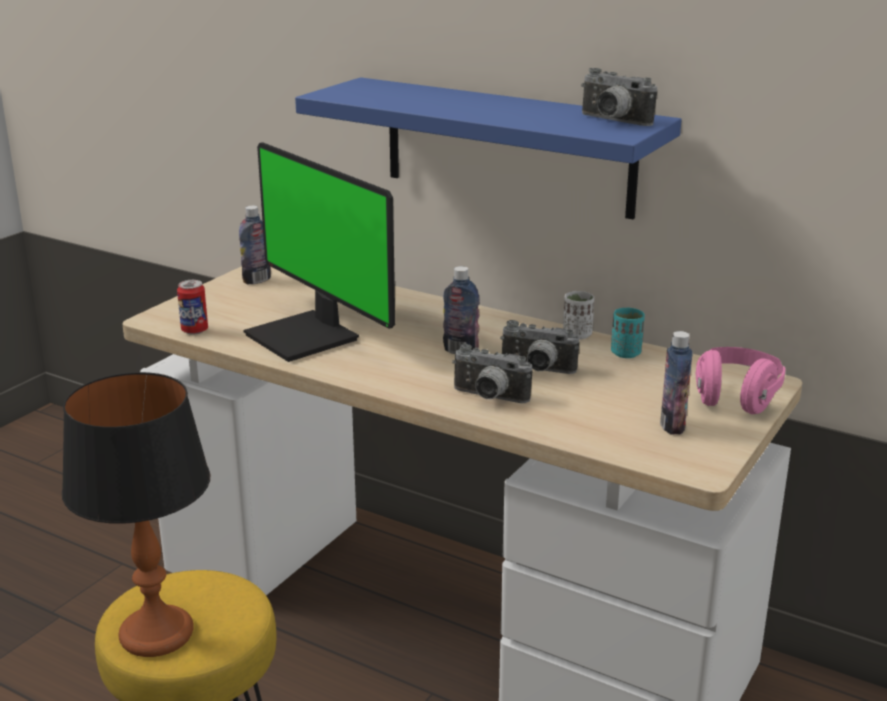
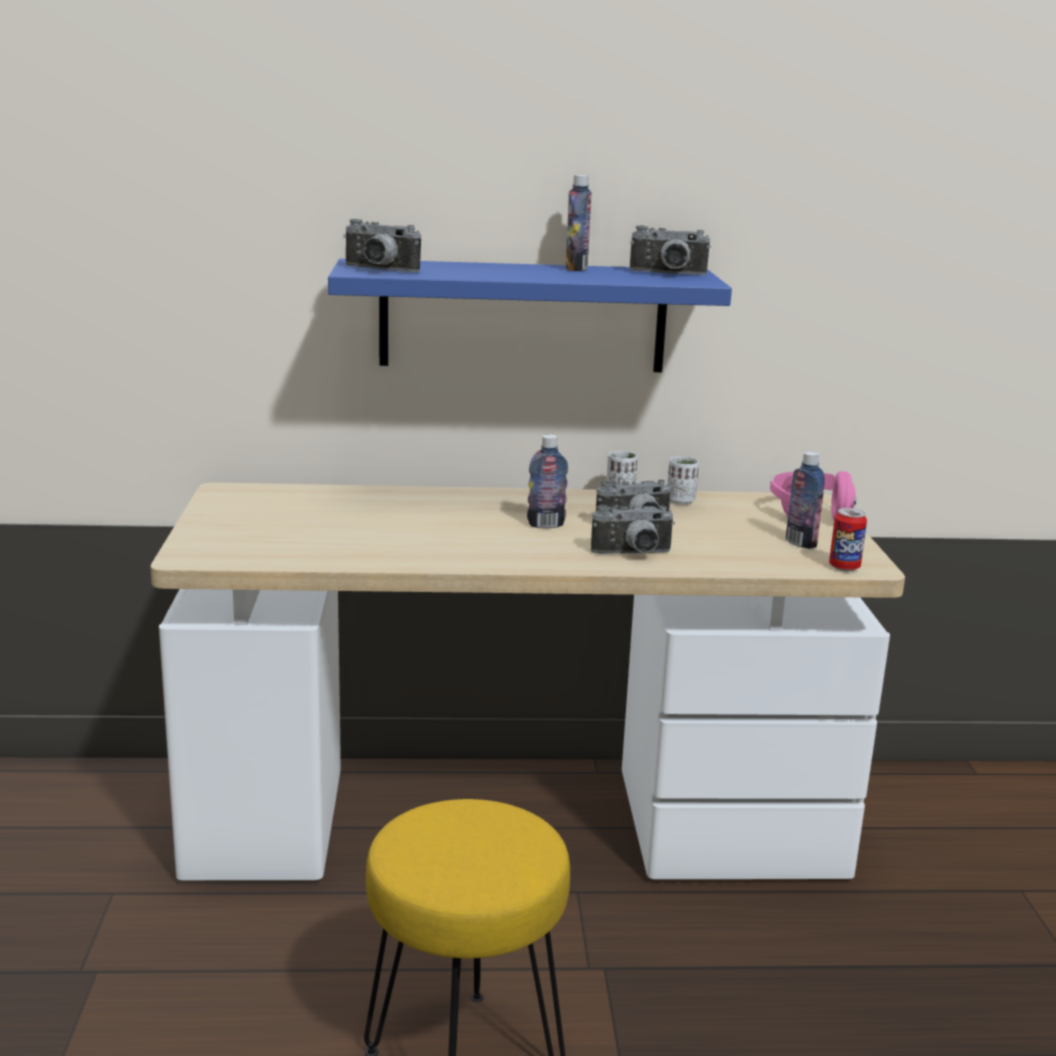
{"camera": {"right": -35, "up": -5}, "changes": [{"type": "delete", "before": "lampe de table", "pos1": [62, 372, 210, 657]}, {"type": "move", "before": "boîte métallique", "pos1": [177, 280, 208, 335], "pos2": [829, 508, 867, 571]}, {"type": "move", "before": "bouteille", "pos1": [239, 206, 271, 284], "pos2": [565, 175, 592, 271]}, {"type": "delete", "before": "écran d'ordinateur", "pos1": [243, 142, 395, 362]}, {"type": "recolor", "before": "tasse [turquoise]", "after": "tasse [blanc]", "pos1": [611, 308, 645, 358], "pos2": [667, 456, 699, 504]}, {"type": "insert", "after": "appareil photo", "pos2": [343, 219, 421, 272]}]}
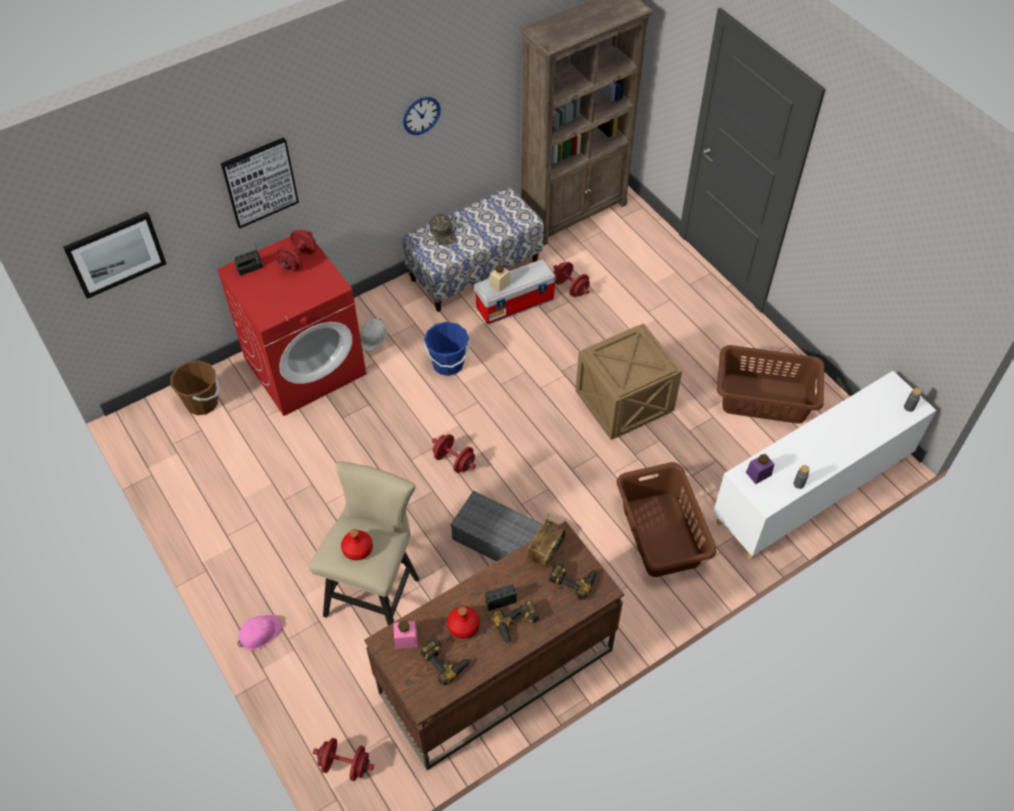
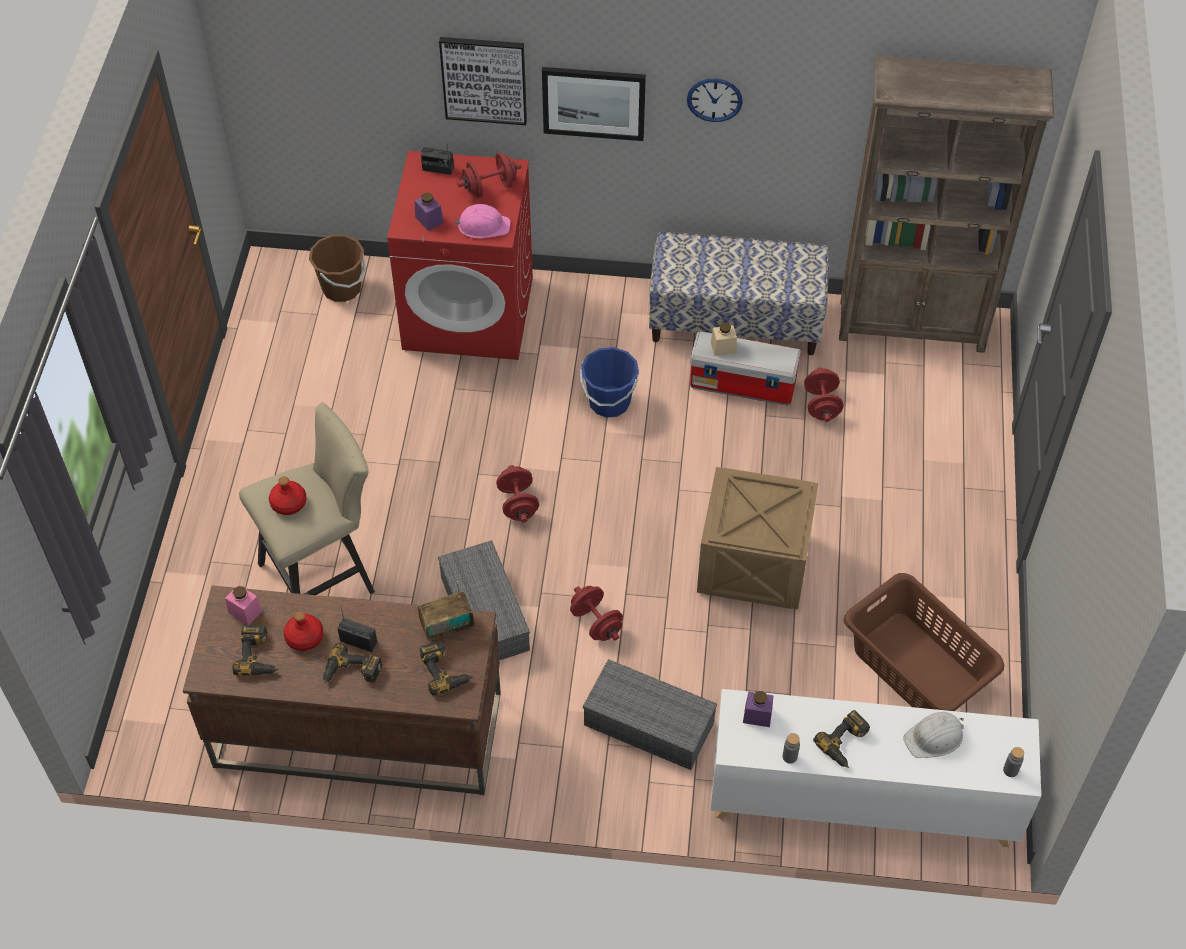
{"camera": {"right": 40, "up": 0}, "changes": [{"type": "move", "before": "tableau", "pos1": [63, 212, 166, 299], "pos2": [542, 67, 646, 141]}, {"type": "move", "before": "casque de chantier [rose]", "pos1": [238, 614, 282, 650], "pos2": [455, 204, 511, 238]}, {"type": "move", "before": "haltère [rouge]", "pos1": [313, 738, 374, 781], "pos2": [570, 586, 623, 641]}, {"type": "move", "before": "casque de chantier [blanc]", "pos1": [360, 319, 388, 351], "pos2": [903, 712, 964, 758]}, {"type": "delete", "before": "casquette [vert]", "pos1": [429, 214, 457, 245]}, {"type": "replace", "before": "panier à linge [marron]", "after": "boîte de rangement [gris]", "pos1": [616, 462, 716, 577], "pos2": [583, 659, 717, 770]}, {"type": "insert", "after": "bocal [violet]", "pos2": [415, 193, 443, 231]}, {"type": "insert", "after": "perceuse", "pos2": [813, 710, 870, 768]}]}
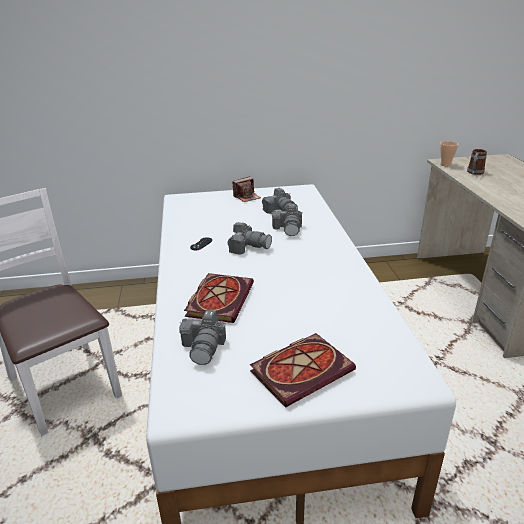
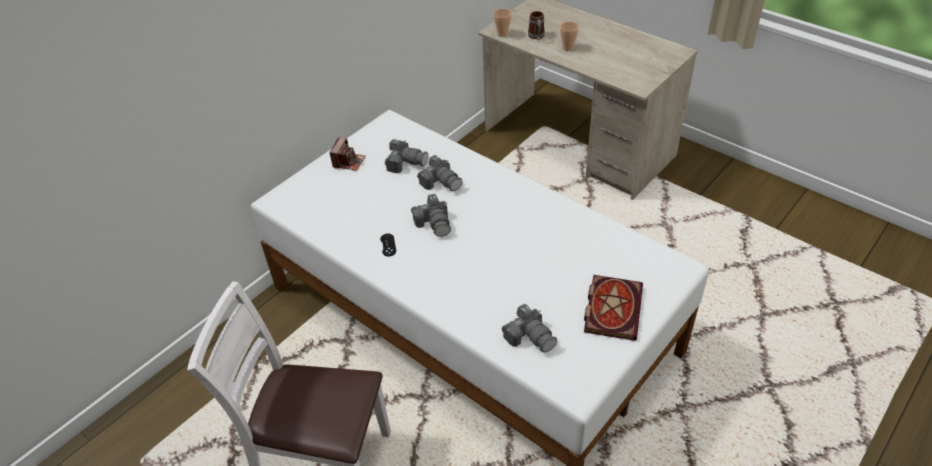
{"camera": {"right": -40, "up": 15}, "changes": [{"type": "delete", "before": "livre", "pos1": [184, 273, 254, 323]}, {"type": "rotate", "before": "appareil photo", "pos1": [228, 222, 272, 254], "pos2": [411, 194, 451, 237], "turn": 90}, {"type": "insert", "after": "tasse", "pos2": [560, 22, 579, 51]}]}
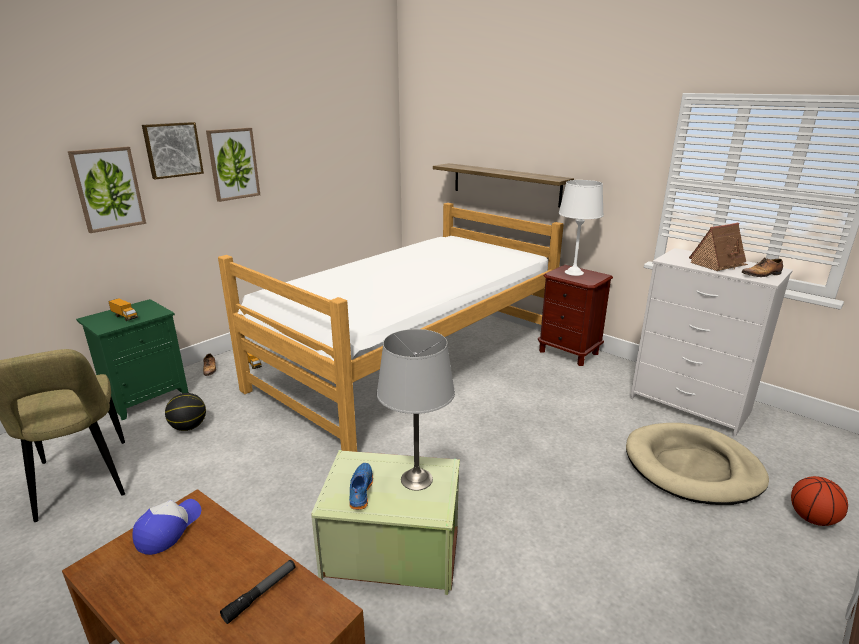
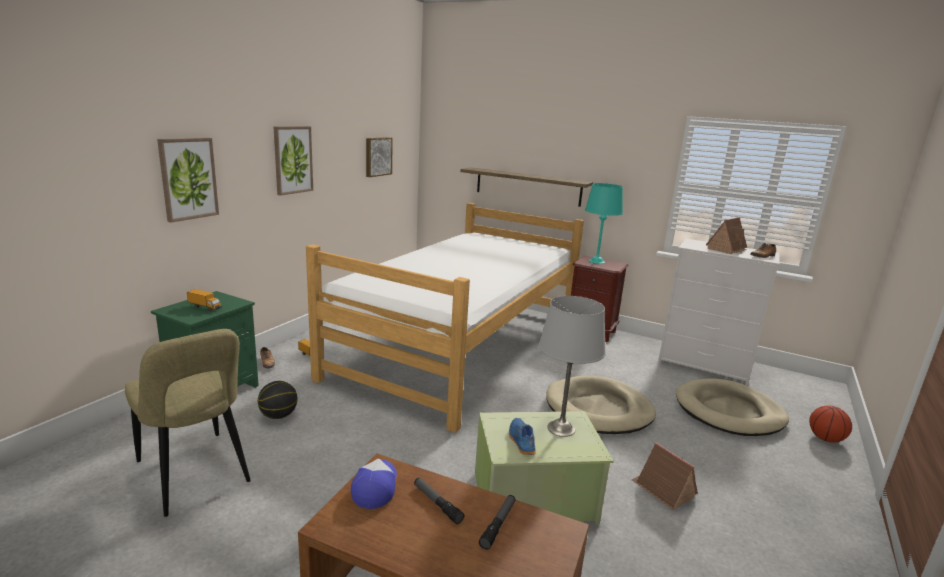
{"camera": {"right": -15, "up": -5}, "changes": [{"type": "move", "before": "tableau", "pos1": [142, 122, 204, 179], "pos2": [366, 137, 393, 177]}, {"type": "recolor", "before": "lampe de table [blanc]", "after": "lampe de table [turquoise]", "pos1": [558, 180, 604, 276], "pos2": [585, 183, 623, 264]}, {"type": "insert", "after": "lampe de poche", "pos2": [414, 478, 464, 524]}, {"type": "insert", "after": "panier pour chien [beige]", "pos2": [546, 376, 656, 434]}, {"type": "insert", "after": "maison miniature", "pos2": [632, 442, 698, 510]}]}
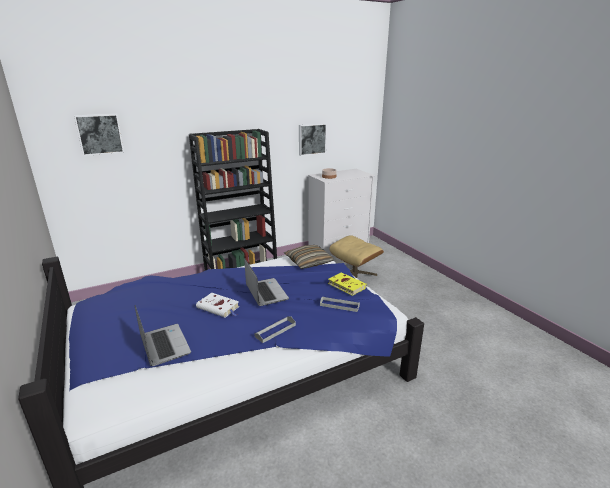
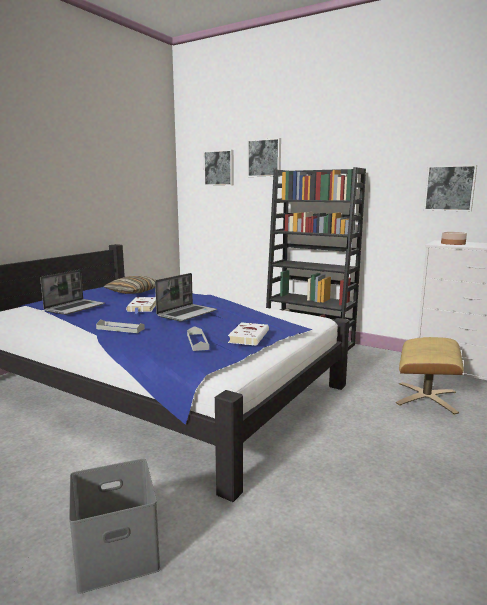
{"camera": {"right": 60, "up": -10}, "changes": [{"type": "move", "before": "coussin", "pos1": [284, 245, 334, 269], "pos2": [103, 276, 155, 294]}, {"type": "recolor", "before": "livre [jaune]", "after": "livre [blanc]", "pos1": [328, 272, 367, 296], "pos2": [228, 322, 269, 346]}, {"type": "insert", "after": "boîte de rangement [gris]", "pos2": [69, 459, 161, 594]}, {"type": "insert", "after": "tableau", "pos2": [247, 138, 281, 177]}]}
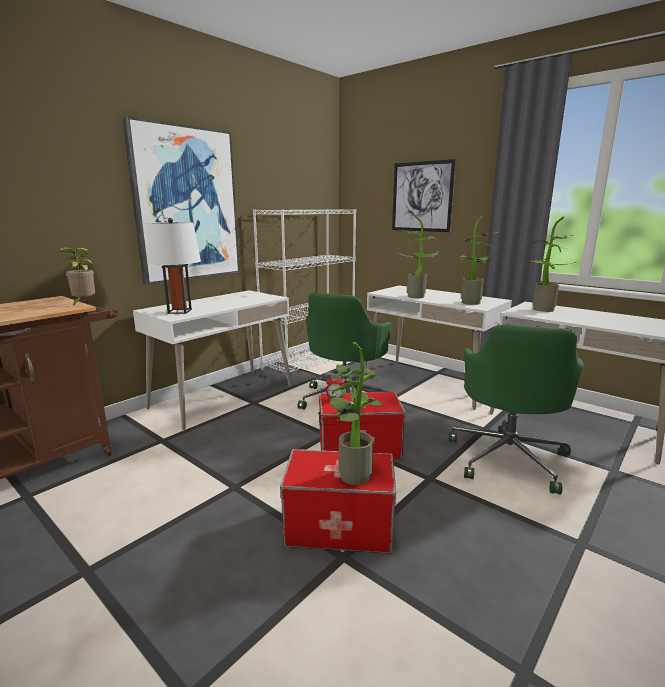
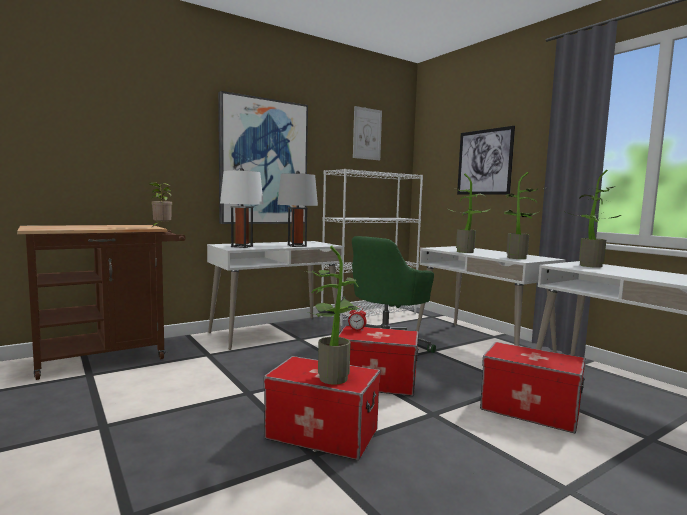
{"camera": {"right": 15, "up": -10}, "changes": [{"type": "replace", "before": "chaise de bureau [vert]", "after": "boîte de rangement", "pos1": [449, 324, 584, 495], "pos2": [480, 342, 586, 433]}, {"type": "insert", "after": "lampe de table [gris]", "pos2": [277, 171, 318, 247]}, {"type": "insert", "after": "tableau", "pos2": [353, 106, 382, 160]}]}
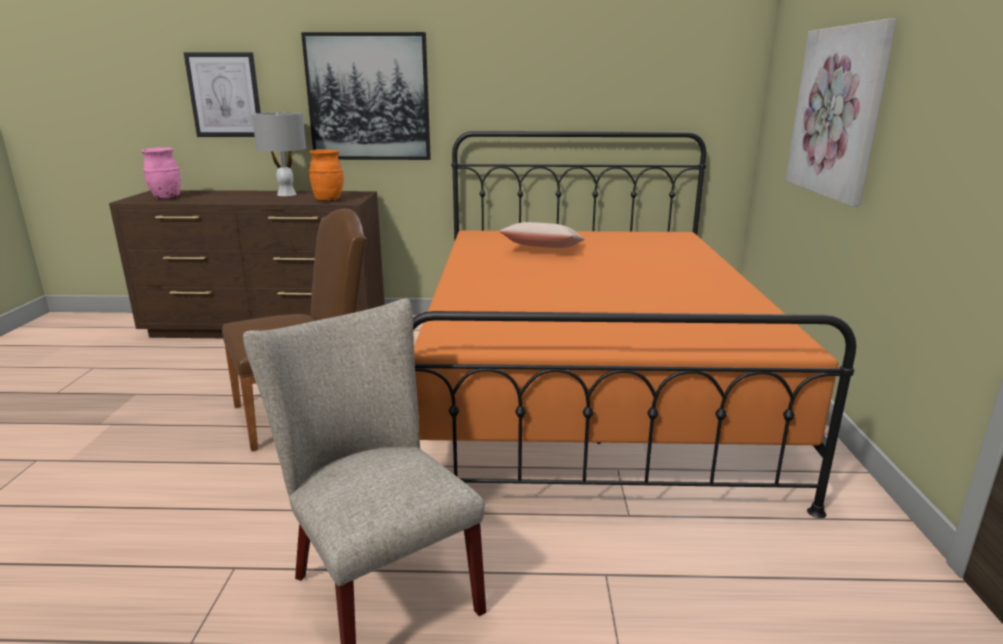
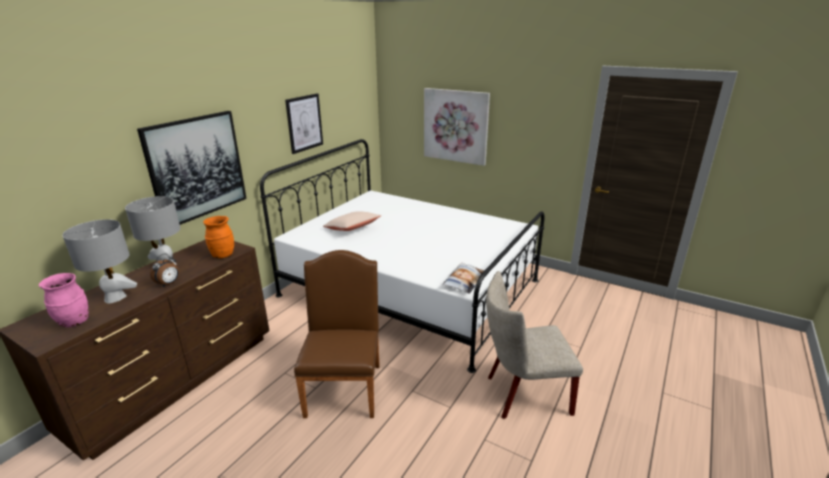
{"camera": {"right": -60, "up": 5}, "changes": [{"type": "move", "before": "tableau", "pos1": [184, 52, 261, 137], "pos2": [285, 94, 323, 154]}, {"type": "recolor", "before": "lit [orange]", "after": "lit [blanc]", "pos1": [413, 131, 856, 518], "pos2": [260, 139, 545, 373]}, {"type": "insert", "after": "lampe de table [gris]", "pos2": [62, 219, 137, 304]}, {"type": "insert", "after": "réveil", "pos2": [150, 254, 179, 287]}, {"type": "insert", "after": "coussin", "pos2": [443, 263, 484, 294]}]}
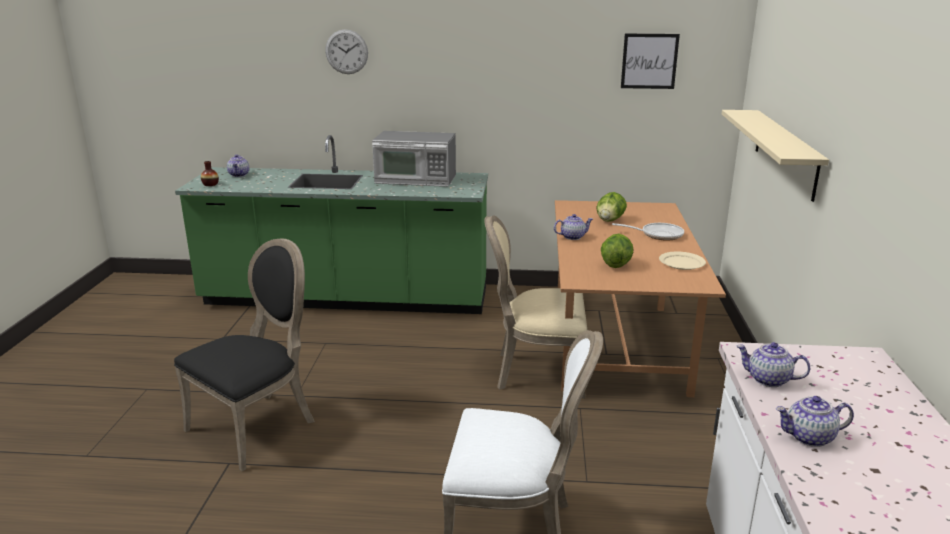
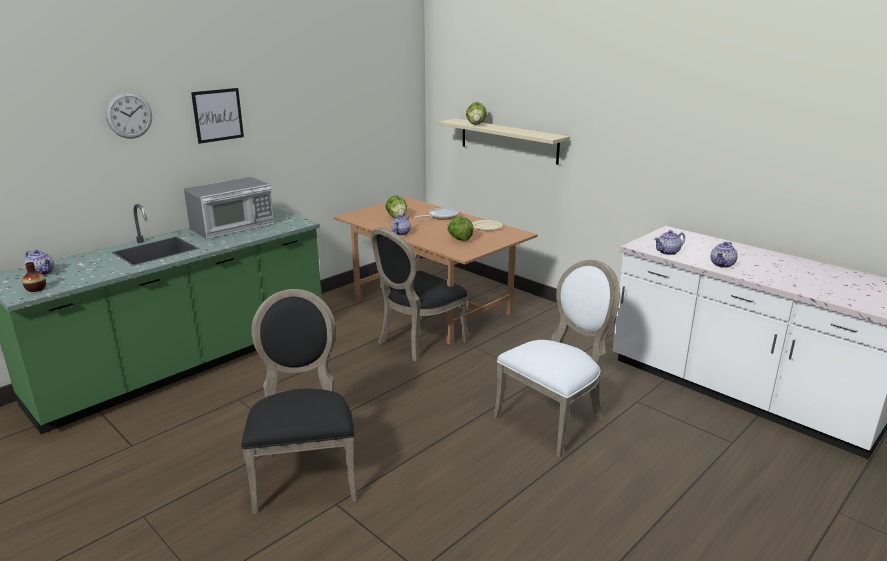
{"camera": {"right": -50, "up": 0}, "changes": [{"type": "recolor", "before": "chaise [beige]", "after": "chaise [noir]", "pos1": [484, 215, 587, 399], "pos2": [371, 227, 468, 362]}, {"type": "move", "before": "tableau", "pos1": [621, 34, 680, 89], "pos2": [191, 88, 244, 144]}, {"type": "insert", "after": "laitue", "pos2": [466, 102, 487, 125]}]}
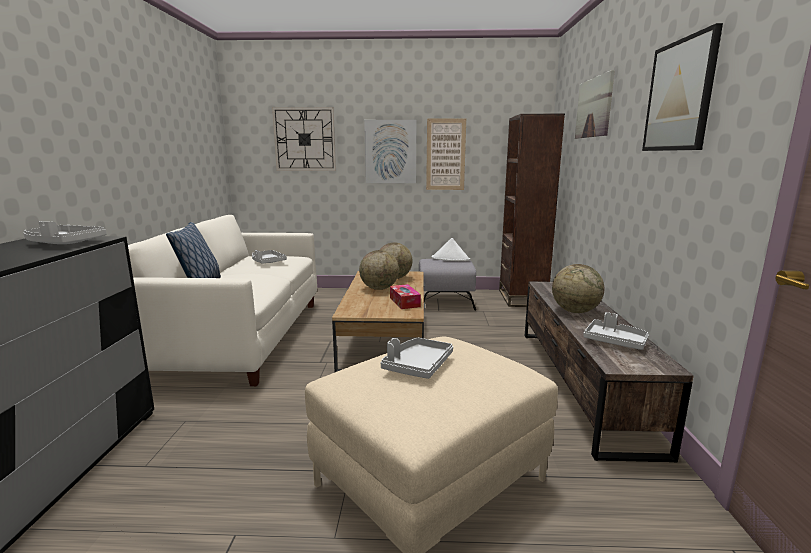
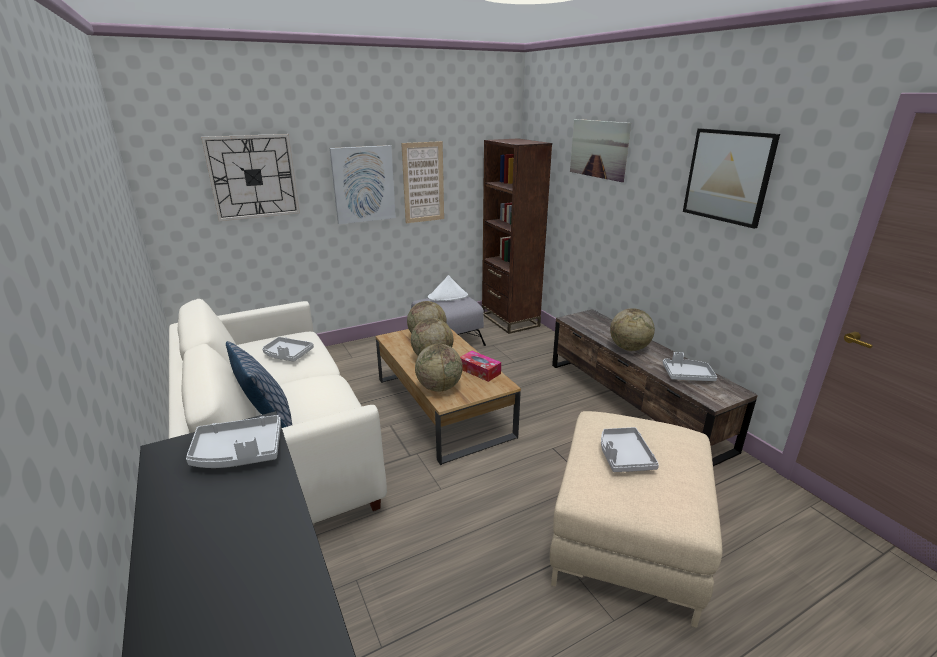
{"camera": {"right": -30, "up": 10}, "changes": [{"type": "insert", "after": "globe", "pos2": [415, 344, 463, 392]}]}
